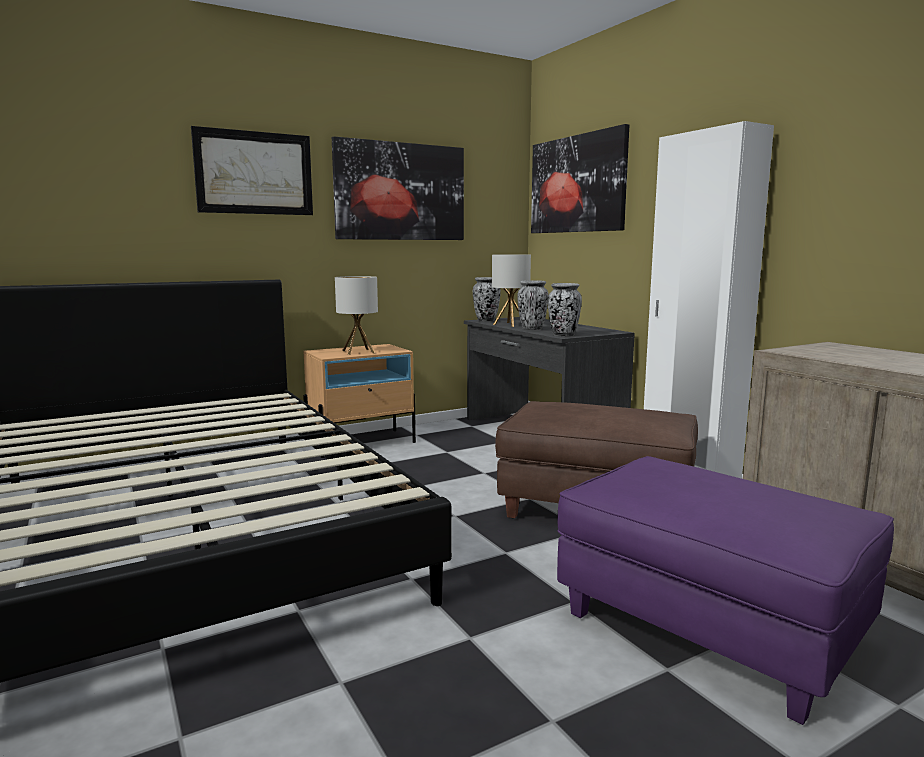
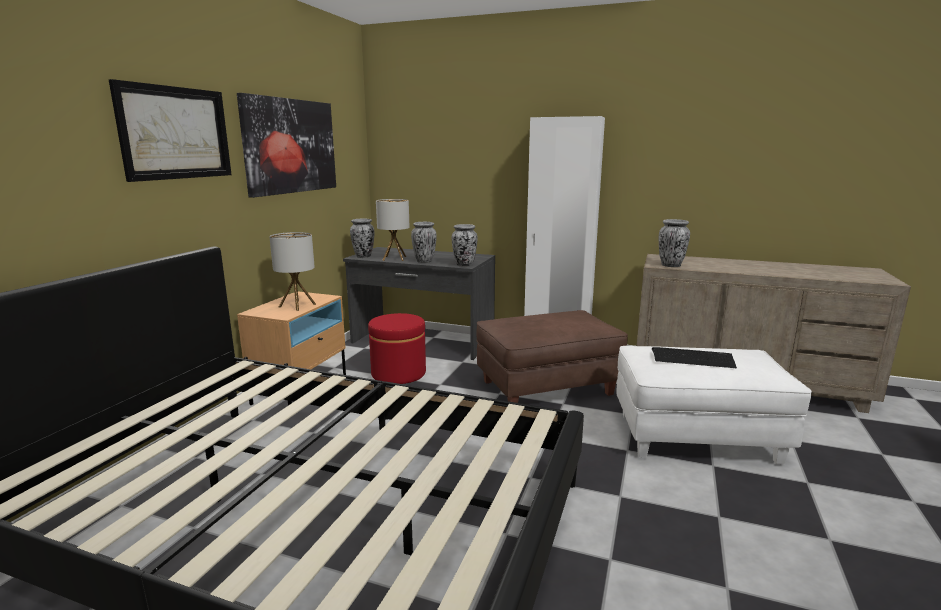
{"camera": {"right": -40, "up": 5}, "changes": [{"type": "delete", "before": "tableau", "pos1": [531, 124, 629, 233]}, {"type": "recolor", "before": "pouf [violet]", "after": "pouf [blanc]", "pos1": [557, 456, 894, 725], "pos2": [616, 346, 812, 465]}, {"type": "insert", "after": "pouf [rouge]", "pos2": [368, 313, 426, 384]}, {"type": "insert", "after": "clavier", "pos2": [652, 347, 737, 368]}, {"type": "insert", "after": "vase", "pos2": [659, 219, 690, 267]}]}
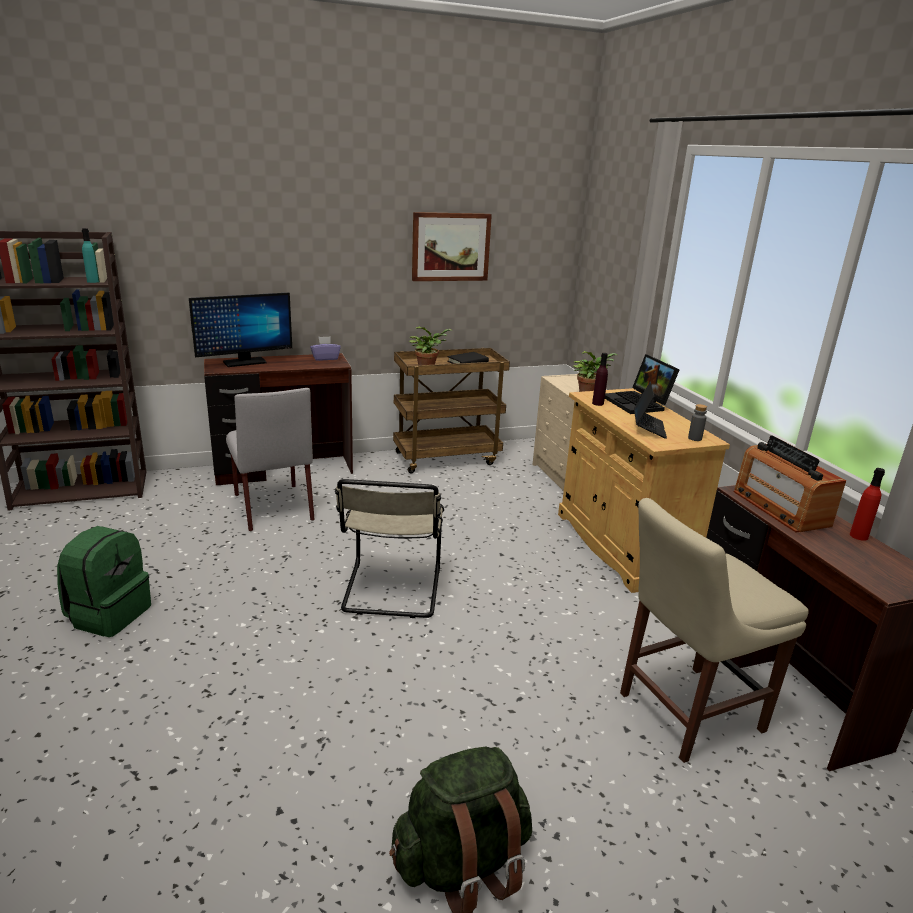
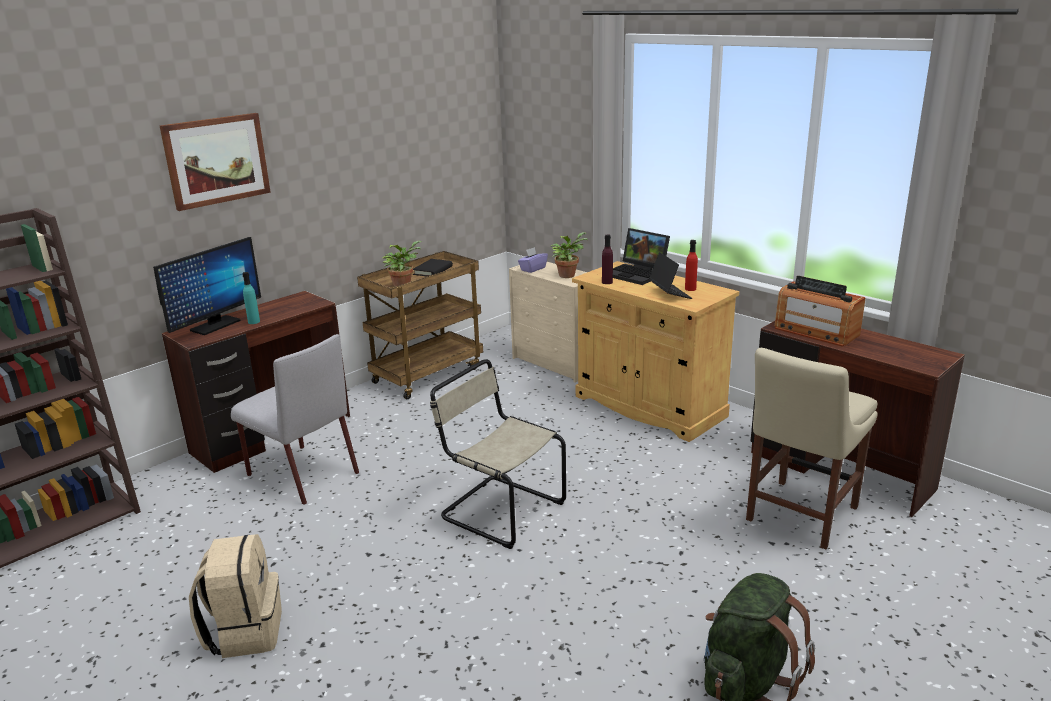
{"camera": {"right": -25, "up": 0}, "changes": [{"type": "recolor", "before": "sac à dos [vert]", "after": "sac à dos [beige]", "pos1": [57, 526, 151, 637], "pos2": [189, 534, 282, 658]}, {"type": "move", "before": "bouteille [turquoise]", "pos1": [82, 228, 99, 283], "pos2": [242, 272, 260, 324]}, {"type": "move", "before": "boîte à mouchoirs [violet]", "pos1": [310, 336, 341, 361], "pos2": [518, 247, 548, 273]}, {"type": "rotate", "before": "chaise [beige]", "pos1": [335, 479, 444, 618], "pos2": [430, 359, 566, 549], "turn": 150}, {"type": "move", "before": "tableau", "pos1": [412, 212, 492, 281], "pos2": [160, 113, 271, 211]}, {"type": "delete", "before": "bouteille [gris]", "pos1": [688, 404, 707, 441]}, {"type": "move", "before": "bouteille [rouge]", "pos1": [850, 468, 885, 541], "pos2": [685, 240, 698, 291]}]}
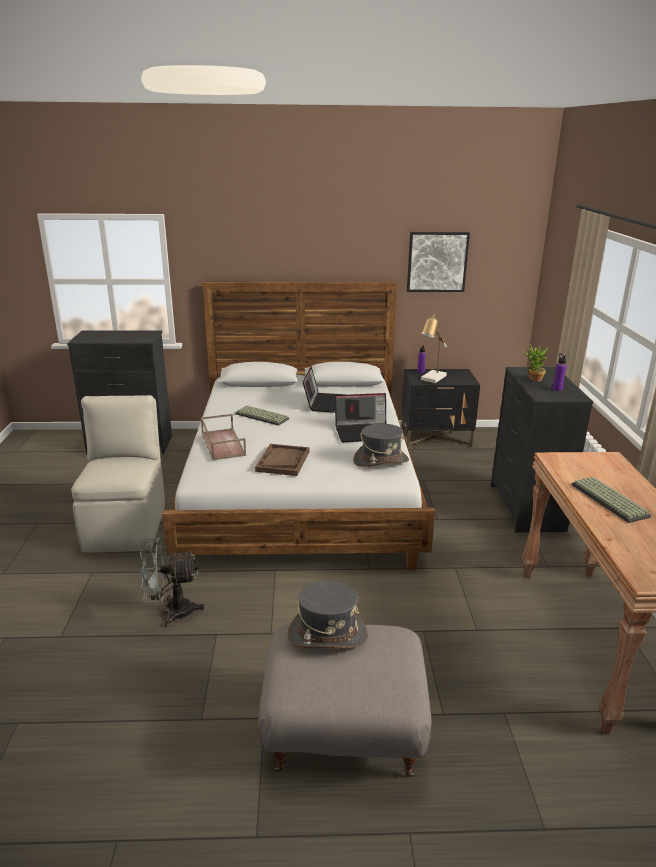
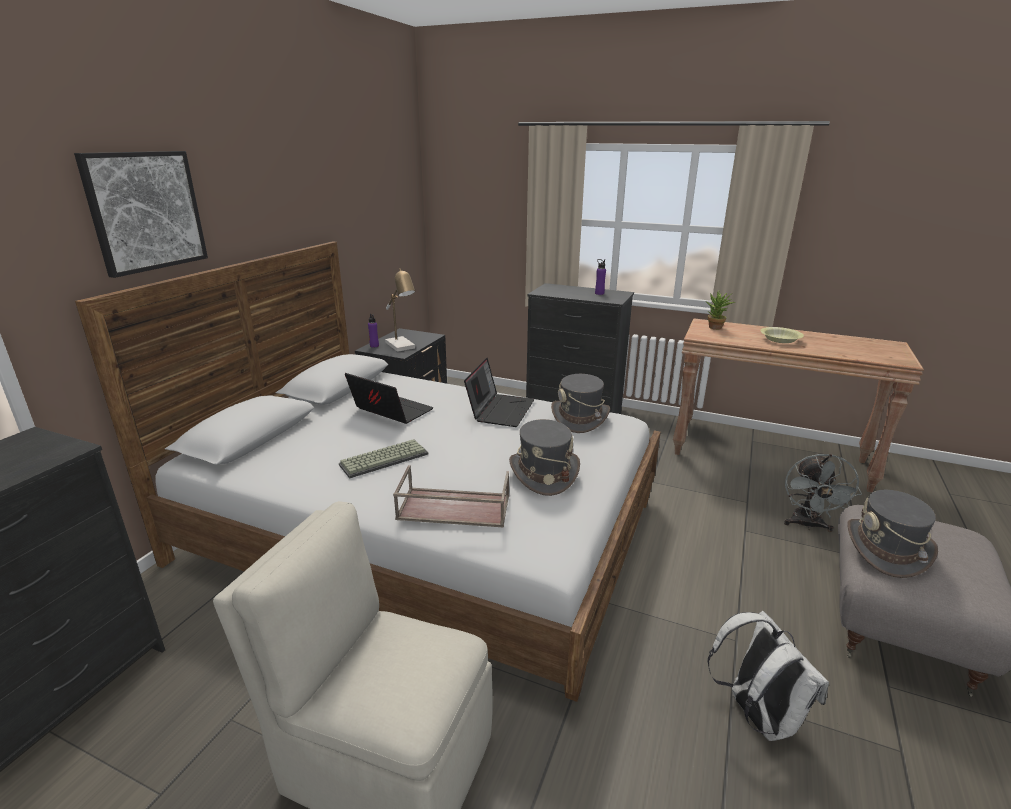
{"camera": {"right": -65, "up": 0}, "changes": [{"type": "move", "before": "ventilateur [gris]", "pos1": [140, 537, 205, 627], "pos2": [784, 454, 862, 532]}, {"type": "replace", "before": "plateau [marron]", "after": "chapeau [gris]", "pos1": [255, 444, 310, 476], "pos2": [509, 419, 580, 496]}, {"type": "move", "before": "tableau", "pos1": [407, 232, 470, 292], "pos2": [74, 151, 208, 278]}, {"type": "move", "before": "plante en pot", "pos1": [523, 343, 551, 382], "pos2": [706, 291, 735, 330]}, {"type": "replace", "before": "clavier", "after": "bol [jaune]", "pos1": [572, 477, 652, 523], "pos2": [760, 327, 804, 343]}, {"type": "insert", "after": "sac à dos [blanc]", "pos2": [707, 611, 829, 741]}]}
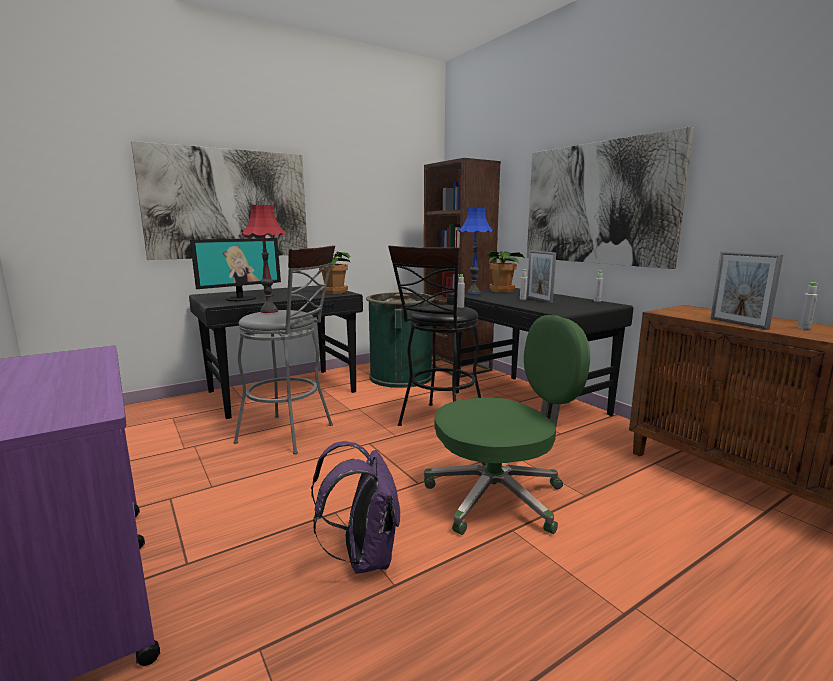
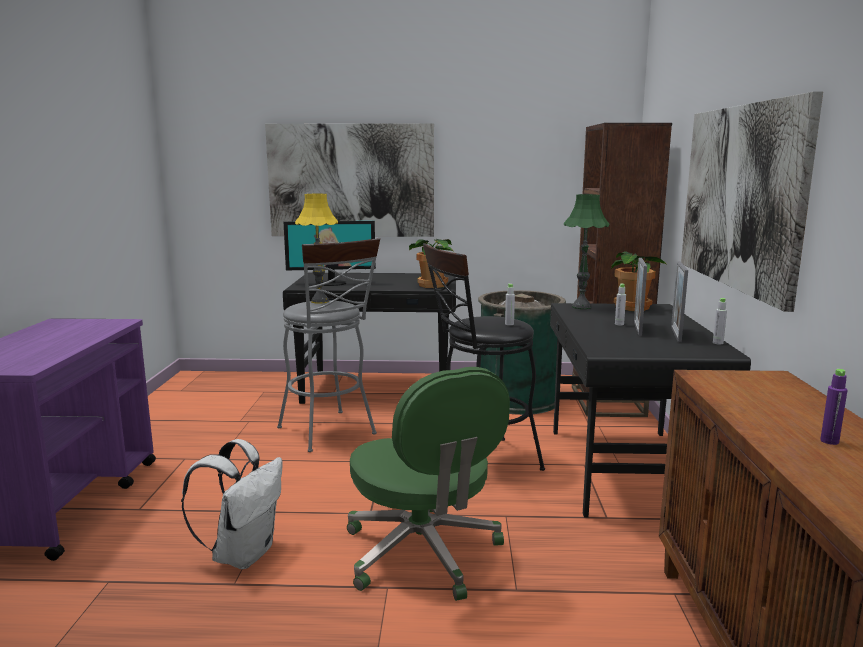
{"camera": {"right": 35, "up": 0}, "changes": [{"type": "recolor", "before": "lampe de table [rouge]", "after": "lampe de table [jaune]", "pos1": [242, 205, 285, 313], "pos2": [295, 194, 338, 304]}, {"type": "recolor", "before": "sac à dos [violet]", "after": "sac à dos [blanc]", "pos1": [311, 441, 400, 574], "pos2": [181, 439, 282, 569]}, {"type": "rotate", "before": "chaise de bureau [vert]", "pos1": [424, 315, 590, 535], "pos2": [347, 367, 510, 601], "turn": 45}, {"type": "recolor", "before": "lampe de table [bleu]", "after": "lampe de table [vert]", "pos1": [459, 208, 493, 295], "pos2": [564, 194, 609, 309]}, {"type": "move", "before": "cadre photo", "pos1": [710, 251, 783, 330], "pos2": [671, 261, 688, 342]}, {"type": "recolor", "before": "bouteille [gris]", "after": "bouteille [violet]", "pos1": [798, 282, 818, 329], "pos2": [820, 369, 847, 445]}]}
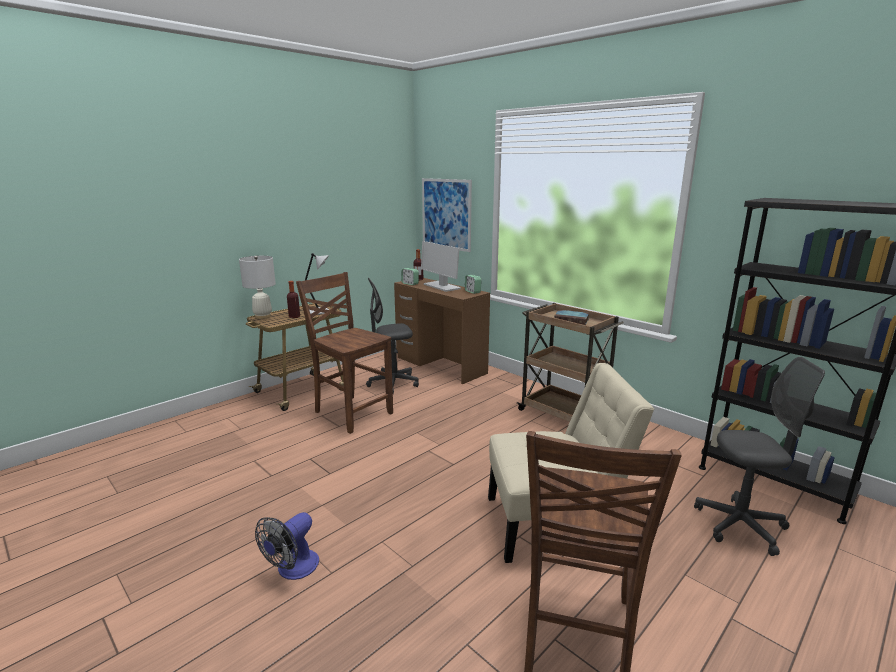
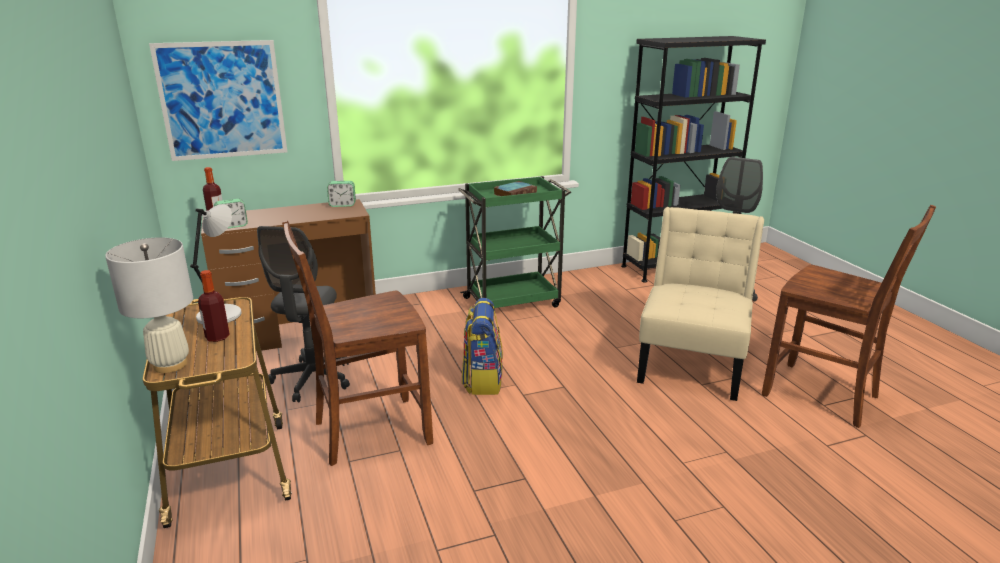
{"camera": {"right": -65, "up": 5}, "changes": [{"type": "delete", "before": "ventilateur", "pos1": [255, 512, 319, 580]}, {"type": "delete", "before": "écran d'ordinateur", "pos1": [421, 241, 461, 292]}, {"type": "recolor", "before": "chariot [marron]", "after": "chariot [vert]", "pos1": [517, 303, 624, 422], "pos2": [458, 176, 571, 308]}, {"type": "insert", "after": "sac à dos", "pos2": [462, 298, 503, 395]}]}
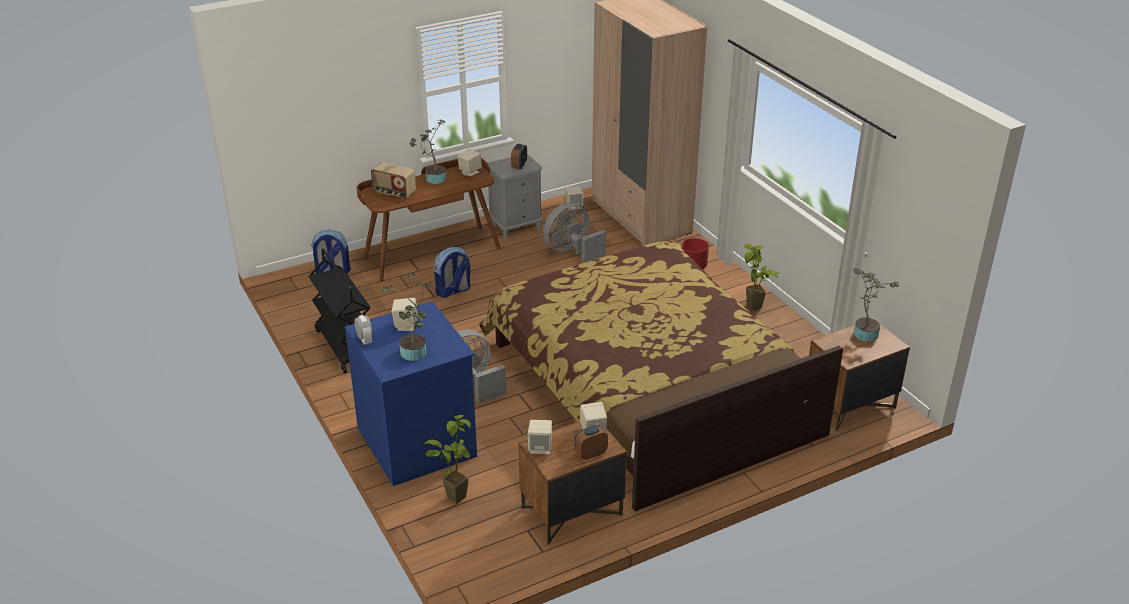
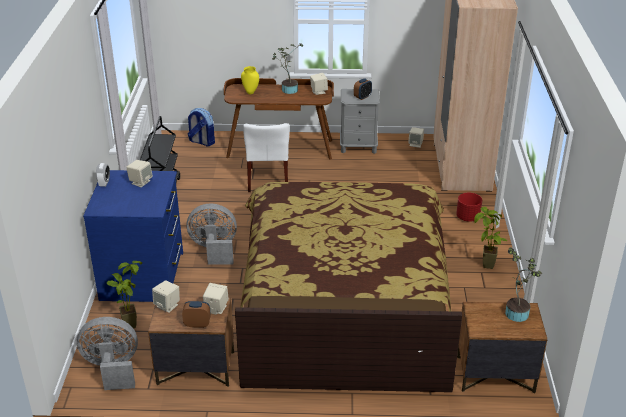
{"camera": {"right": 30, "up": 0}, "changes": [{"type": "replace", "before": "radio", "after": "vase [jaune]", "pos1": [371, 162, 416, 199], "pos2": [241, 66, 259, 95]}, {"type": "delete", "before": "plante en pot", "pos1": [382, 273, 433, 361]}, {"type": "replace", "before": "sac à dos", "after": "chaise [blanc]", "pos1": [434, 247, 470, 298], "pos2": [243, 123, 289, 192]}, {"type": "move", "before": "ventilateur [gris]", "pos1": [543, 202, 606, 263], "pos2": [77, 317, 138, 390]}]}
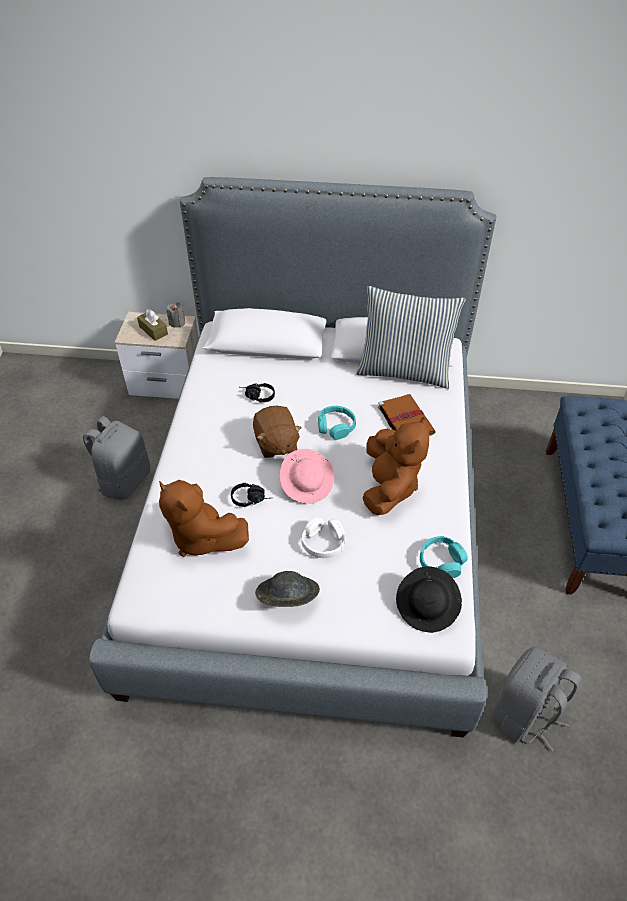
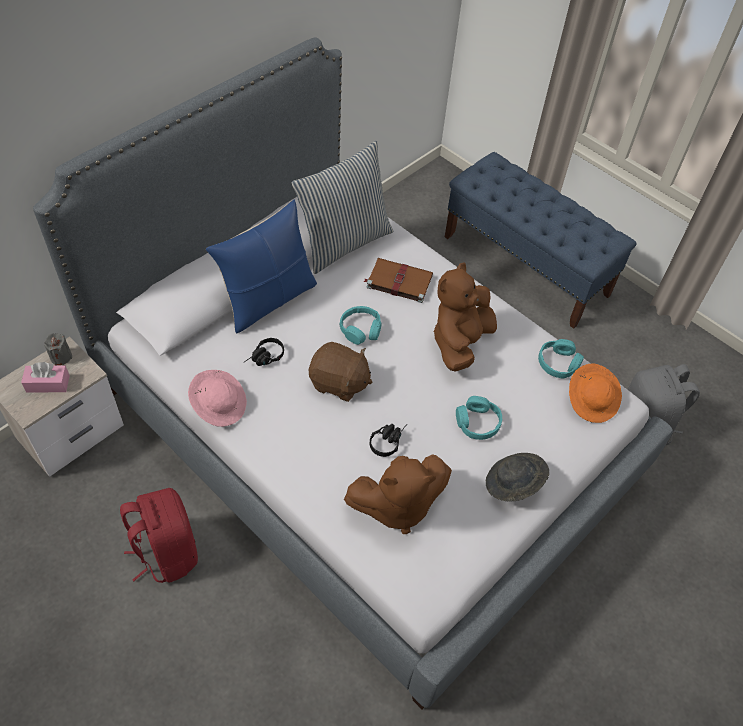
{"camera": {"right": -55, "up": 5}, "changes": [{"type": "recolor", "before": "sac à dos [gris]", "after": "sac à dos [rouge]", "pos1": [83, 416, 150, 500], "pos2": [120, 488, 198, 583]}, {"type": "recolor", "before": "boîte à mouchoirs [marron]", "after": "boîte à mouchoirs [rose]", "pos1": [137, 309, 168, 341], "pos2": [21, 362, 70, 392]}, {"type": "move", "before": "chapeau [rose]", "pos1": [280, 449, 334, 504], "pos2": [188, 370, 247, 427]}, {"type": "recolor", "before": "casque audio [blanc]", "after": "casque audio [turquoise]", "pos1": [301, 517, 345, 558], "pos2": [456, 396, 502, 440]}, {"type": "rotate", "before": "peluche [marron]", "pos1": [362, 416, 429, 515], "pos2": [434, 262, 497, 372], "turn": -105}, {"type": "recolor", "before": "chapeau [noir]", "after": "chapeau [orange]", "pos1": [396, 566, 462, 633], "pos2": [569, 363, 622, 423]}, {"type": "insert", "after": "coussin [bleu]", "pos2": [206, 200, 317, 333]}]}
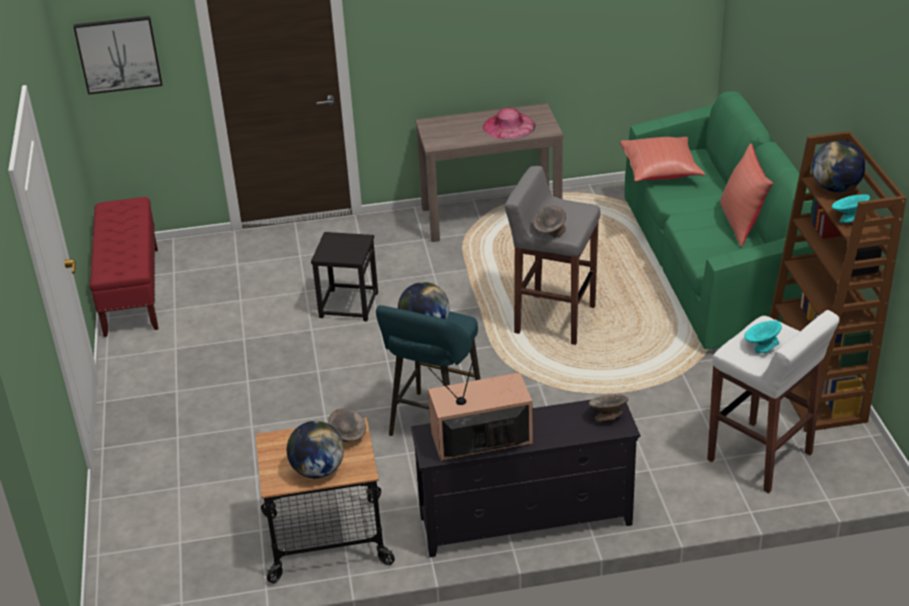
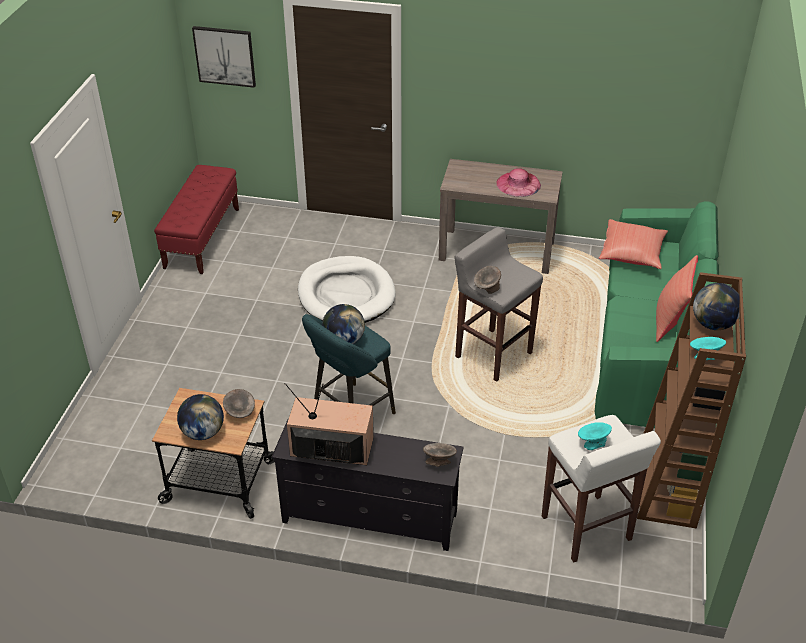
{"camera": {"right": 20, "up": 5}, "changes": [{"type": "replace", "before": "tabouret [noir]", "after": "panier pour chien [blanc]", "pos1": [311, 232, 378, 321], "pos2": [298, 256, 396, 323]}]}
